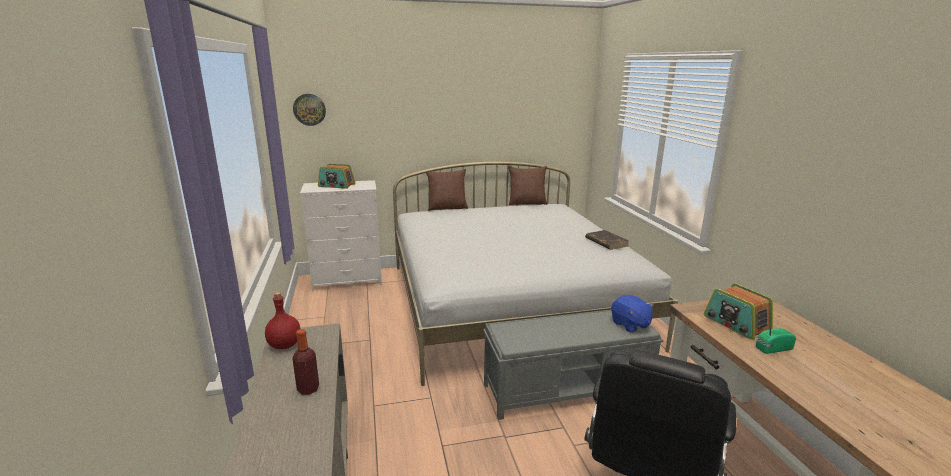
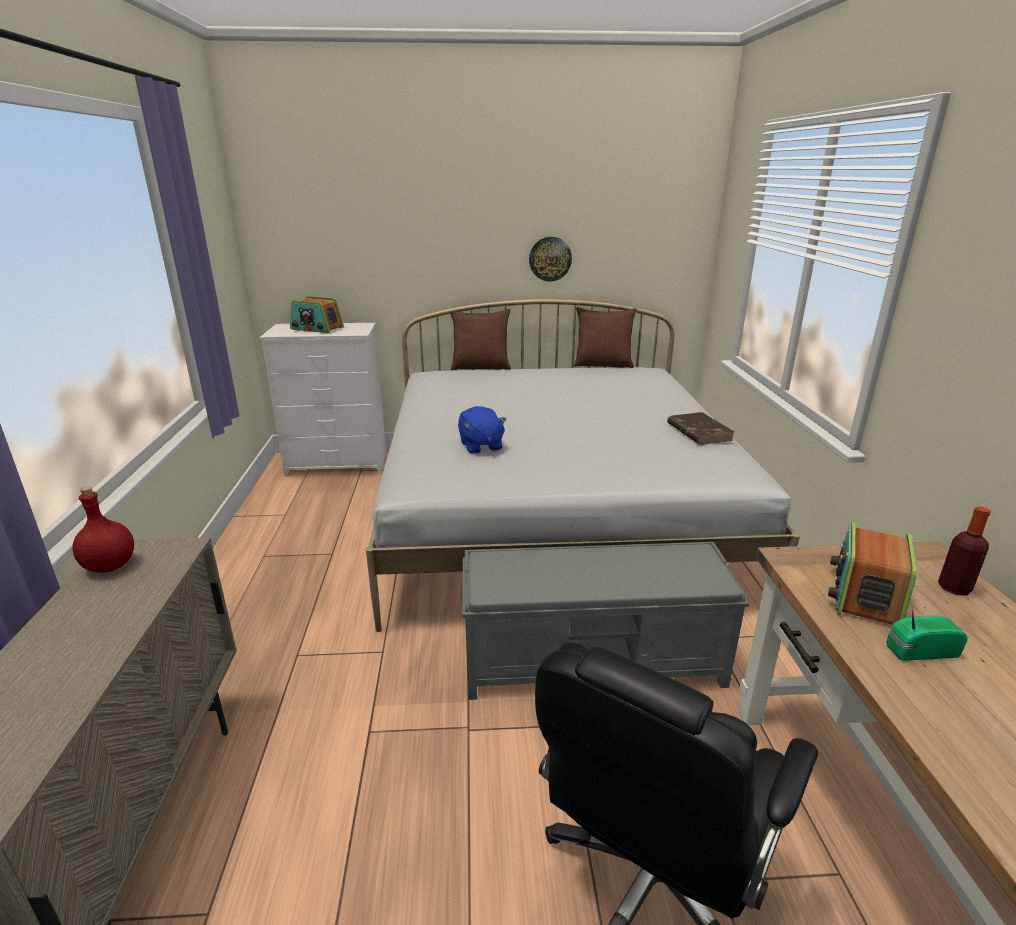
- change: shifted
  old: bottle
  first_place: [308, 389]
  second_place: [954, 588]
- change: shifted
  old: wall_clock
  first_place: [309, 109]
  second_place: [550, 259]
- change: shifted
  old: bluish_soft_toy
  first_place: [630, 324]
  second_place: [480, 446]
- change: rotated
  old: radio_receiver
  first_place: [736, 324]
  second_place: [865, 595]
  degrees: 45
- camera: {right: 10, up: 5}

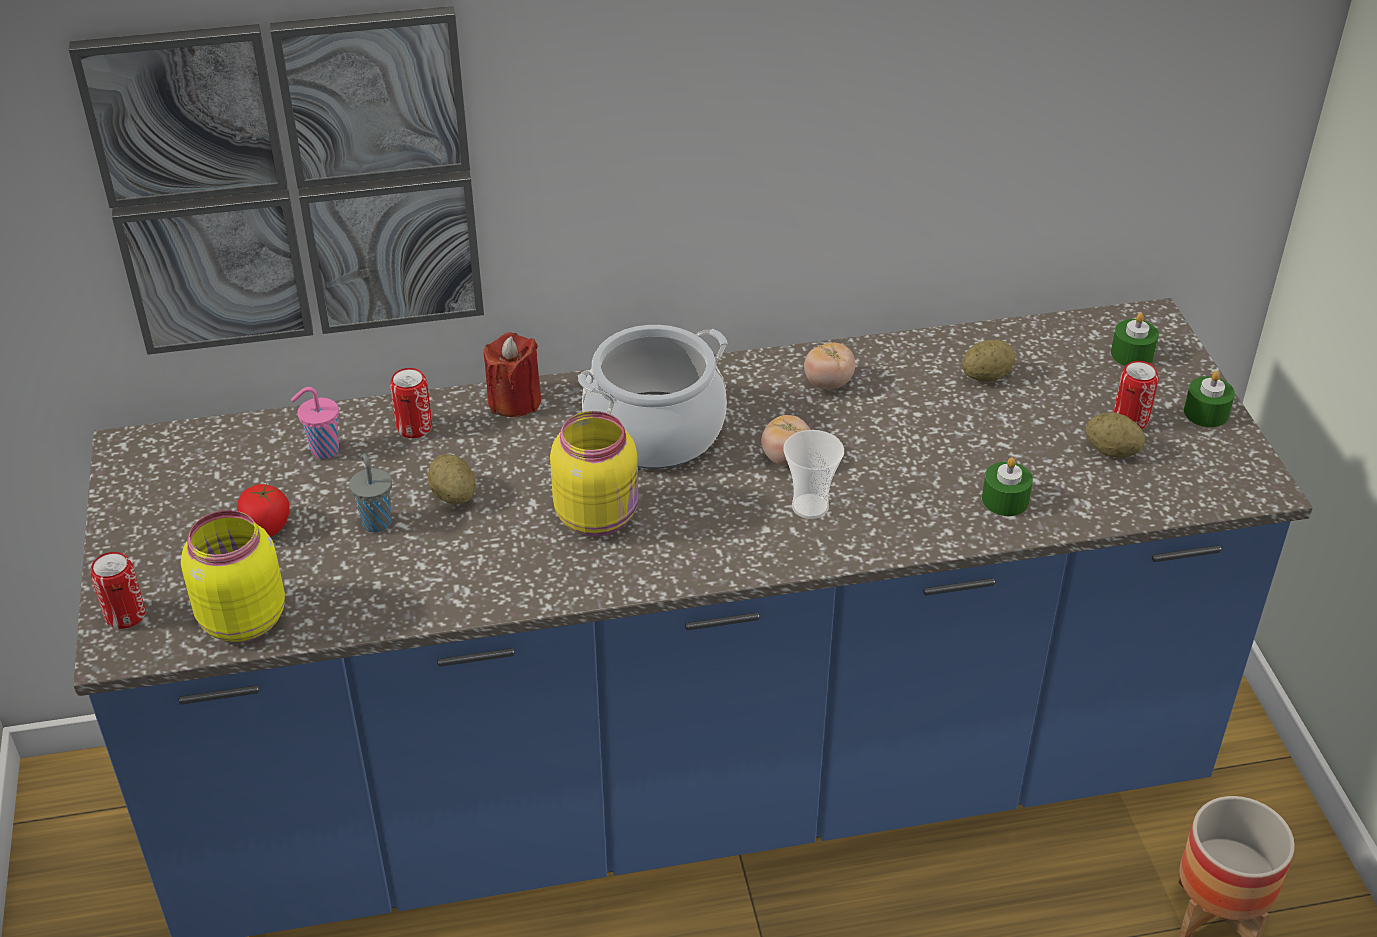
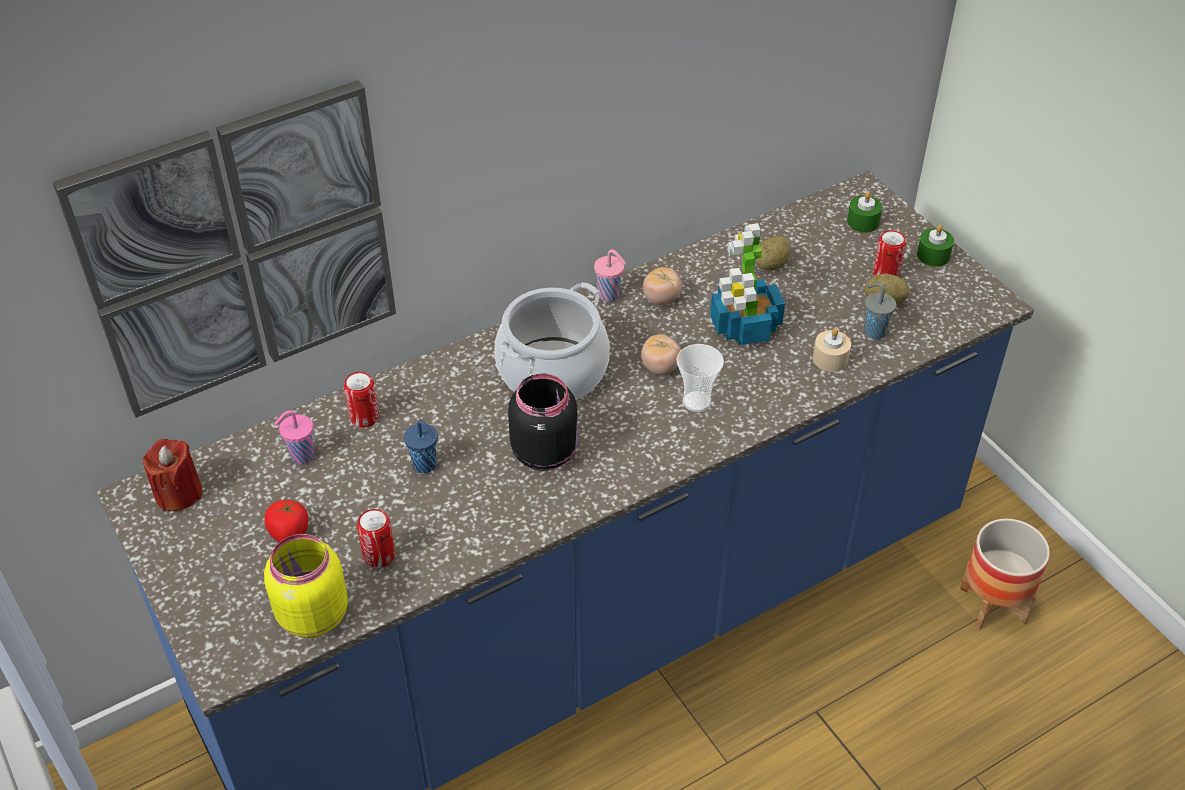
- change: shifted
  old: sealed_can
  first_place: [125, 615]
  second_place: [379, 555]
- change: shifted
  old: grey_drinking_cup
  first_place: [376, 521]
  second_place: [873, 331]
- change: swapped
  old: potato
  new: bluish_drinking_cup
  first_place: [453, 495]
  second_place: [425, 465]
- change: shifted
  old: red_candle
  first_place: [514, 401]
  second_place: [178, 493]
- change: repainted
  old: yellowish_storage_jar
  new: black-coloured_storage_jar
  first_place: [598, 515]
  second_place: [545, 451]
- change: repainted
  old: green-coloured_candle
  new: beige_candle
  first_place: [1005, 500]
  second_place: [830, 359]
- change: new
  new: pink-coloured_drinking_cup
  second_place: [610, 295]
- change: new
  new: potted_plant
  second_place: [744, 327]
- camera: {right: -20, up: 5}

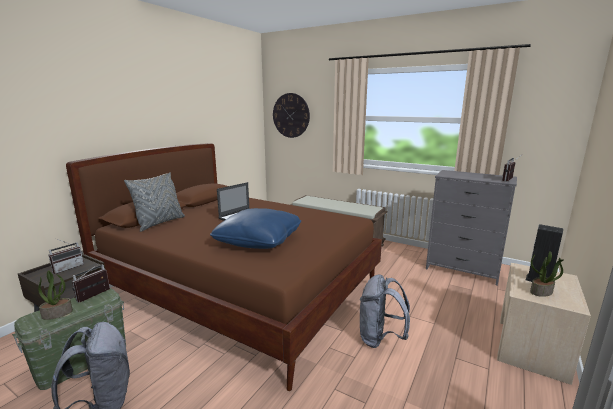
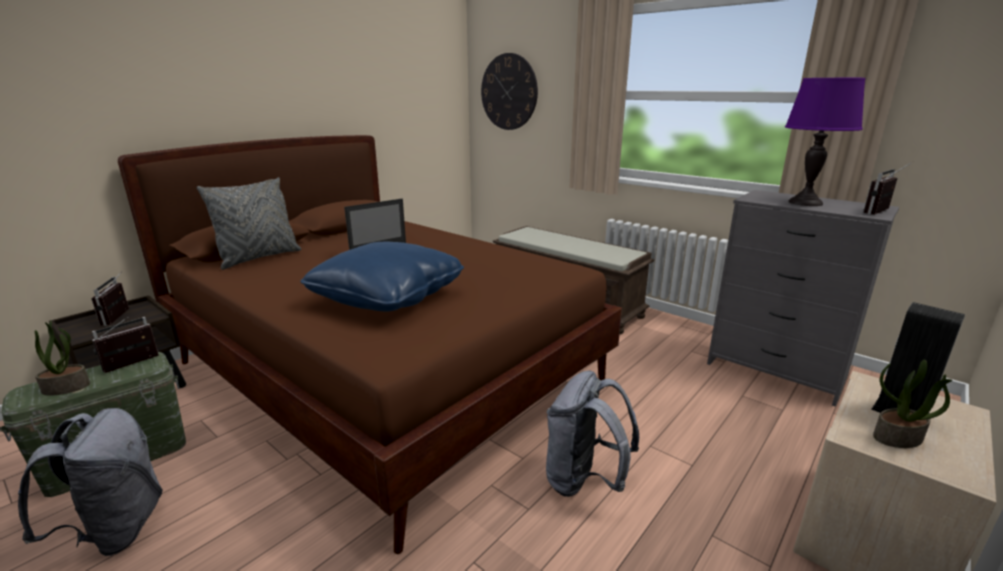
- change: rotated
  old: radio_receiver
  first_place: [67, 268]
  second_place: [120, 317]
  degrees: 120
- change: new
  new: purple_table_lamp
  second_place: [805, 203]
- camera: {right: 10, up: 5}

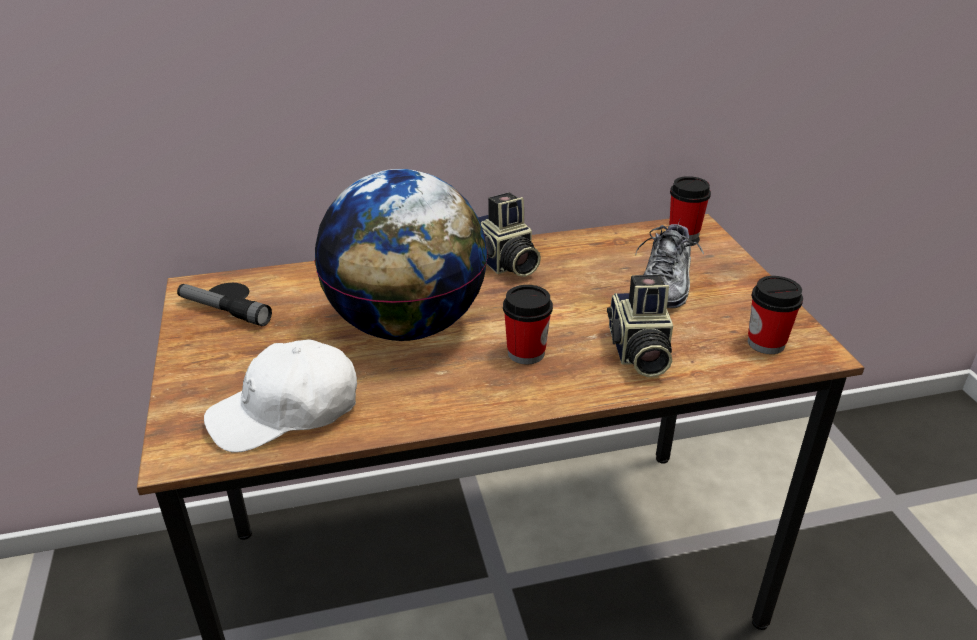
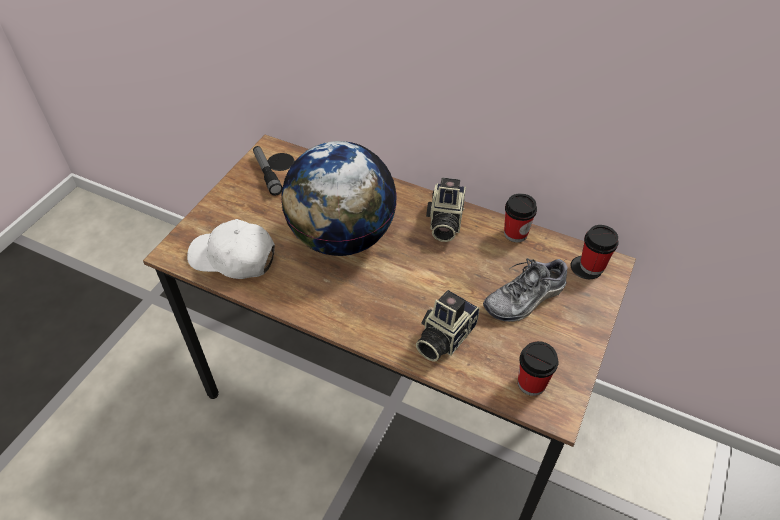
- change: shifted
  old: drinking_cup
  first_place: [526, 353]
  second_place: [515, 233]
- camera: {right: 40, up: 15}

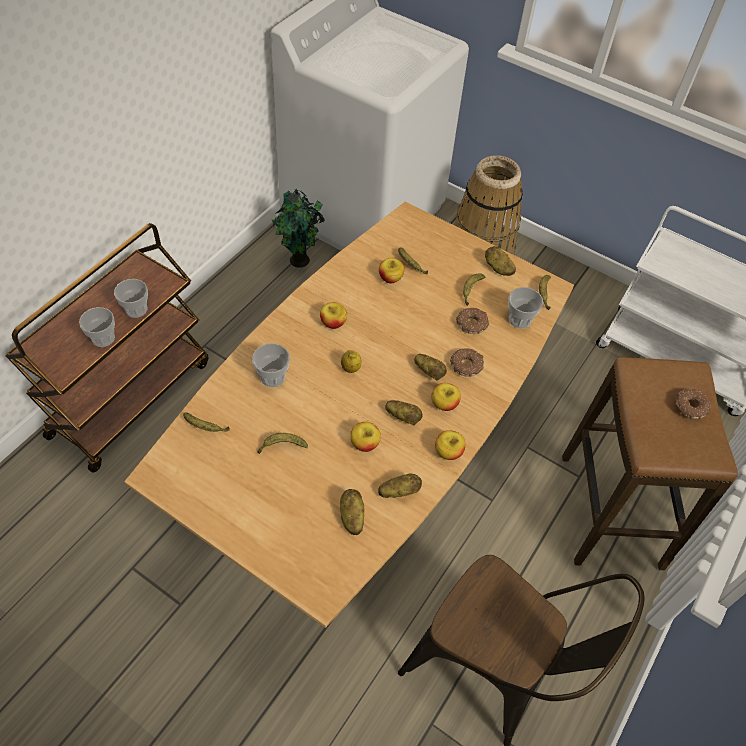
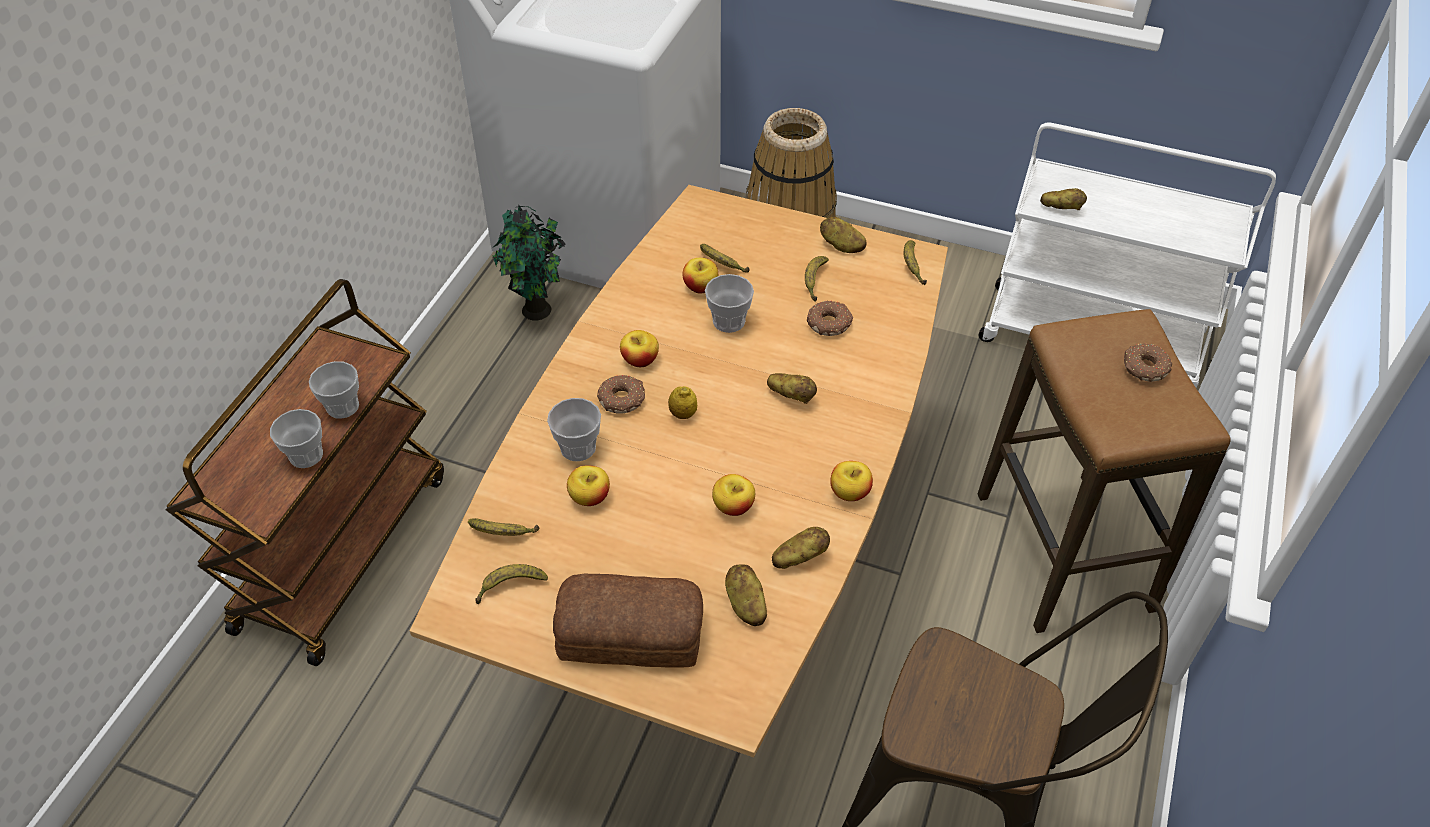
- change: shifted
  old: banana
  first_place: [282, 446]
  second_place: [510, 586]
- change: shifted
  old: potato
  first_place: [403, 417]
  second_place: [1061, 208]
- change: shifted
  old: apple_fruit
  first_place: [444, 404]
  second_place: [589, 497]
- change: shifted
  old: donut
  first_place: [467, 365]
  second_place: [623, 399]
- change: shifted
  old: drinking_cup
  first_place: [520, 319]
  second_place: [729, 321]
- change: new
  new: bread
  second_place: [632, 635]
- camera: {right: -10, up: -5}

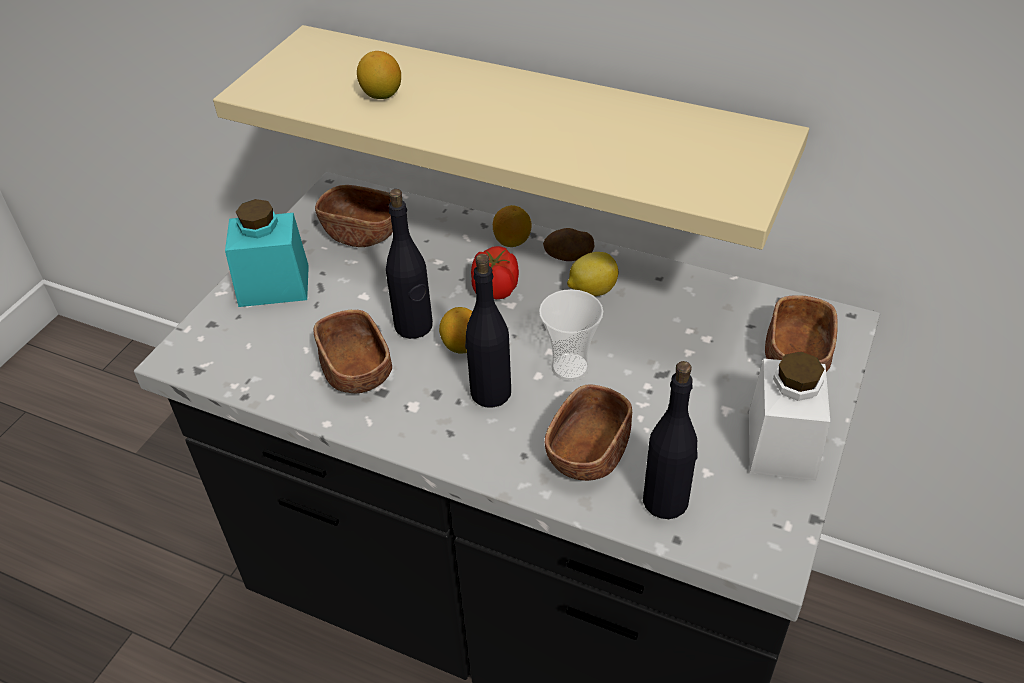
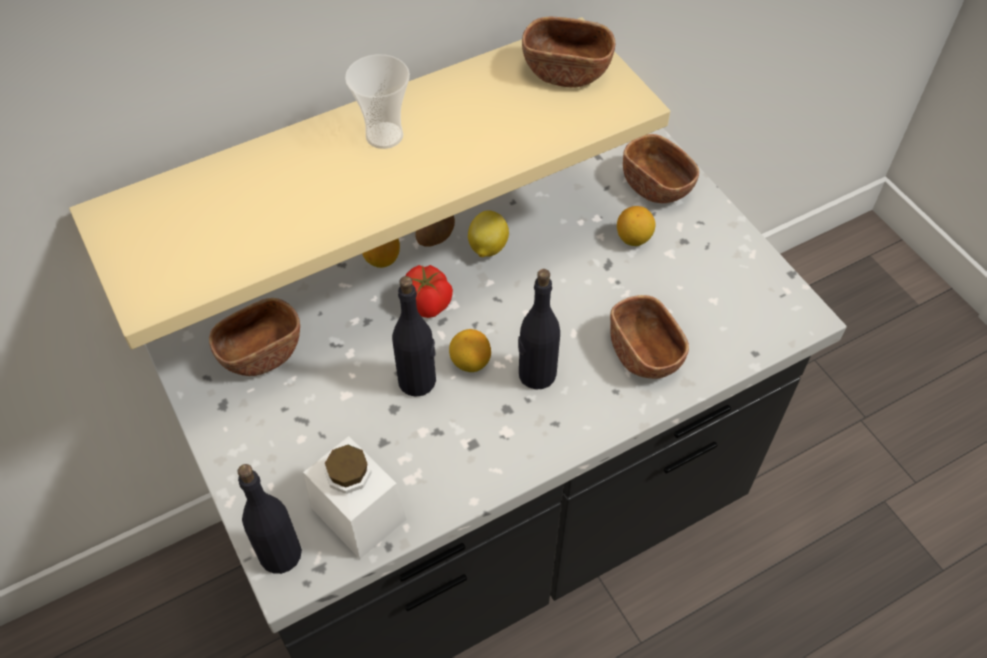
- change: gone
  old: turquoise-coloured_storage_jar
  first_place: [274, 285]
- change: shifted
  old: brownish_bowl
  first_place: [356, 371]
  second_place: [566, 71]
- change: shifted
  old: lemon
  first_place: [381, 95]
  second_place: [633, 238]
- change: shifted
  old: drinking_cup
  first_place: [570, 367]
  second_place: [384, 136]
- change: shifted
  old: black-coloured_bottle
  first_place: [666, 500]
  second_place: [280, 553]
- change: shifted
  old: white-coloured_storage_jar
  first_place: [781, 445]
  second_place: [358, 513]
- camera: {right: -55, up: 10}

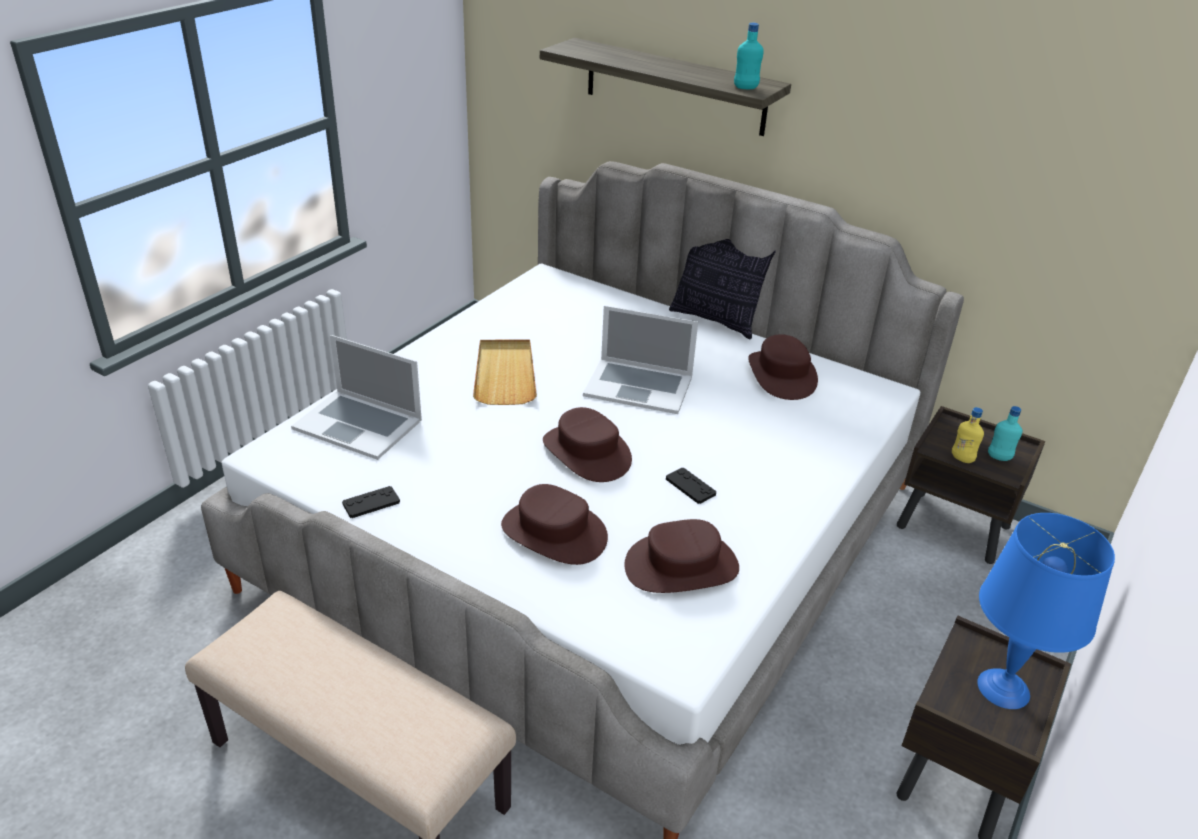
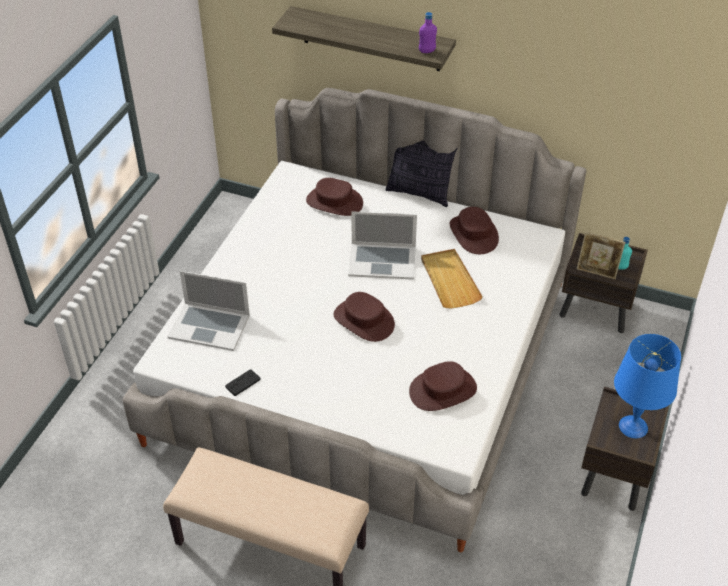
- change: shifted
  old: beige_carrying_tray
  first_place: [505, 374]
  second_place: [449, 280]
- change: shifted
  old: brownish_wearable_hat
  first_place: [553, 533]
  second_place: [334, 202]
- change: gone
  old: black-coloured_game_controller
  first_place: [690, 486]
- change: repainted
  old: turquoise-coloured_bottle
  new: purple_bottle
  first_place: [745, 88]
  second_place: [427, 51]
- change: swapped
  old: yellowish_bottle
  new: standing_frame
  first_place: [962, 459]
  second_place: [596, 272]
- camera: {right: -10, up: 10}

